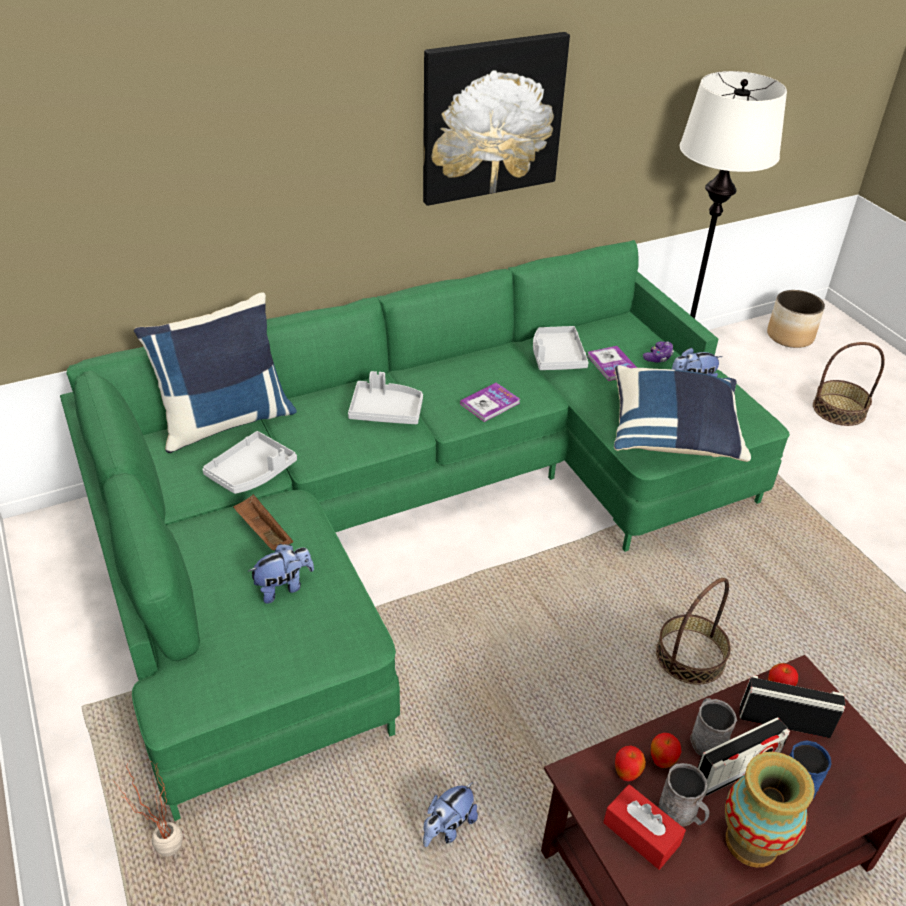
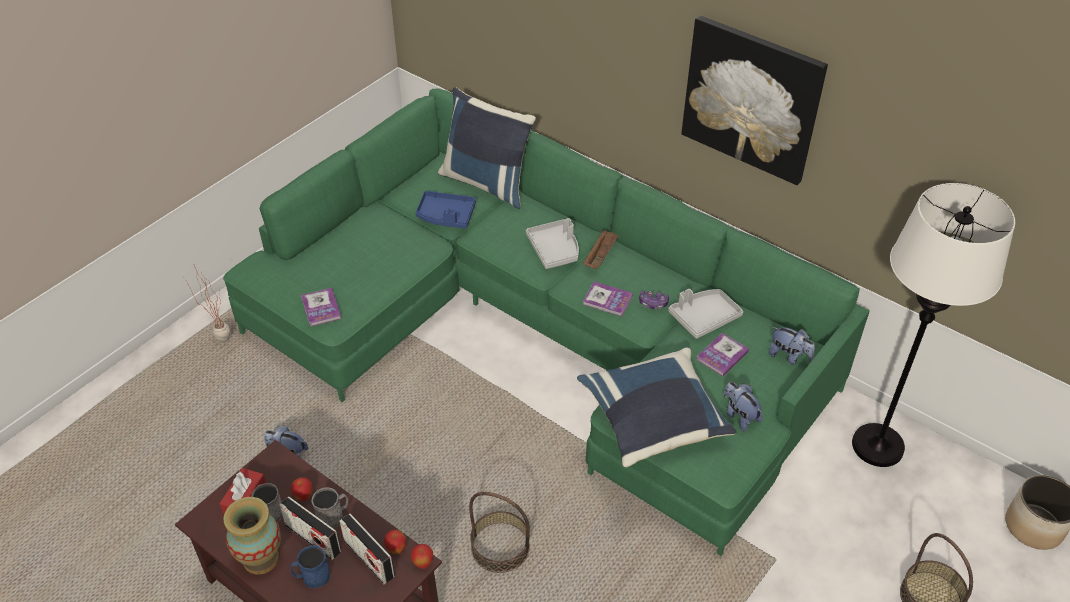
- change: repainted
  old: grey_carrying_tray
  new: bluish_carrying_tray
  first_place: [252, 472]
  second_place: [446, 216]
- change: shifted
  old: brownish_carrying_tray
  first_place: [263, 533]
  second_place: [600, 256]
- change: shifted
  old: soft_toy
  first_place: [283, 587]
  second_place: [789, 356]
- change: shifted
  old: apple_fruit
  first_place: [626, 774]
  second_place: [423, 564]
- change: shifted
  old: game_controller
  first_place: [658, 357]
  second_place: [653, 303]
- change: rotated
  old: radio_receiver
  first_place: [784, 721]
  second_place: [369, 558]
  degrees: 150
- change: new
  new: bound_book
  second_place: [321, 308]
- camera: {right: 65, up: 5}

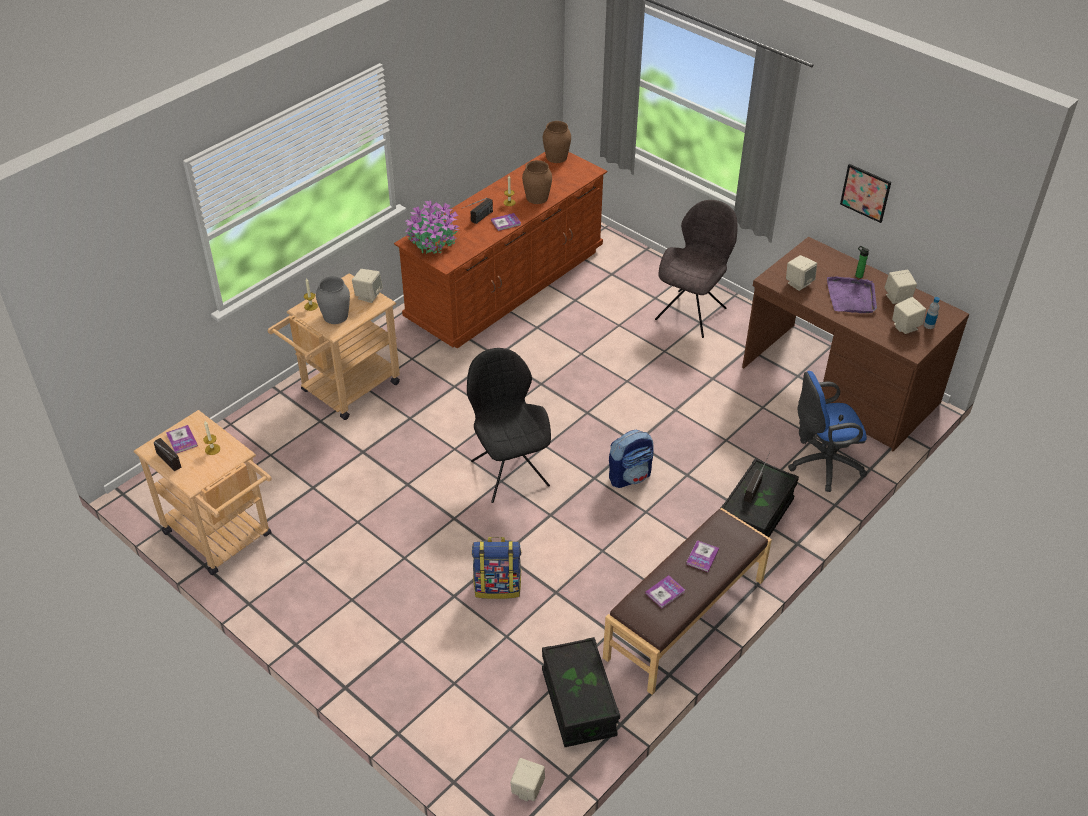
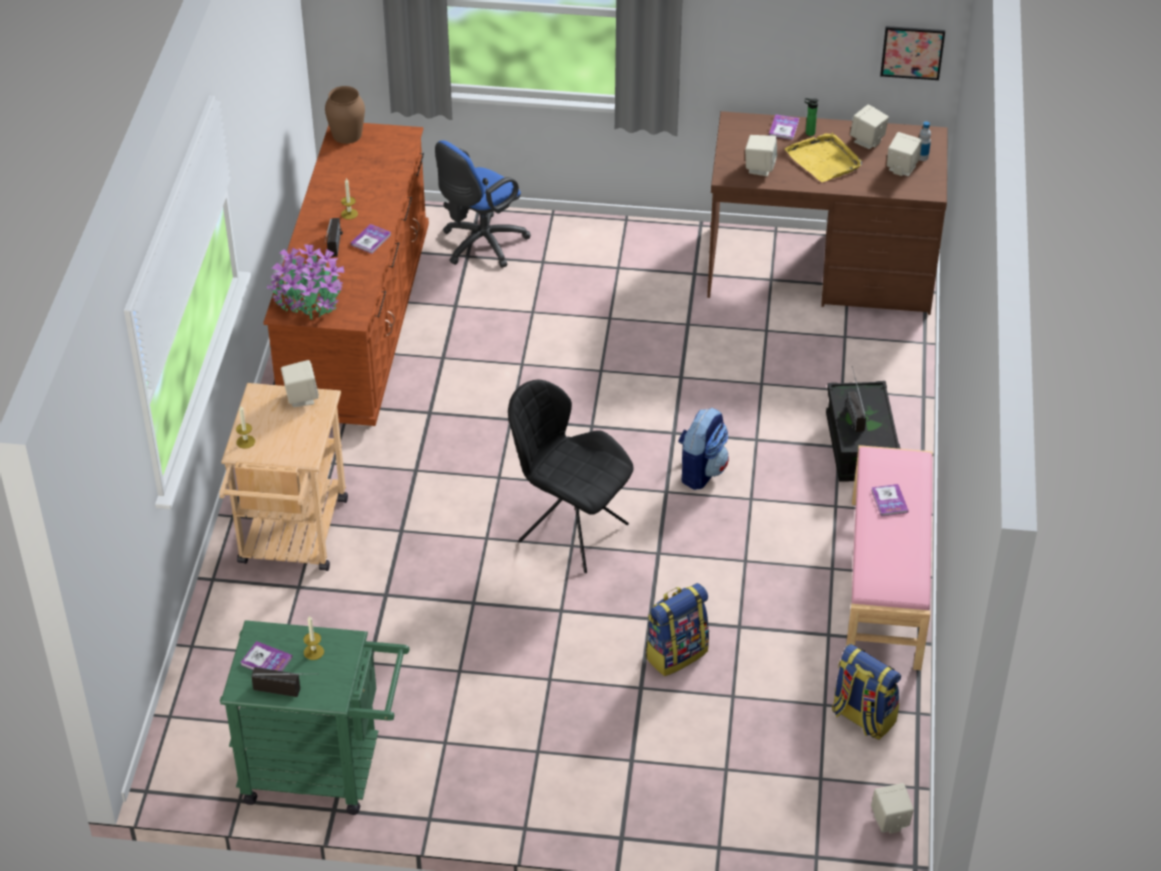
- change: repainted
  old: beige_cart
  new: green-coloured_cart
  first_place: [223, 538]
  second_place: [324, 770]
- change: gone
  old: grey_flower_vase
  first_place: [335, 316]
- change: gone
  old: brownish_flower_vase
  first_place: [537, 197]
- change: swapped
  old: black-coloured_storage_box
  new: rucksack
  first_place: [578, 703]
  second_place: [862, 717]
- change: repainted
  old: brownish_long_seat
  new: pink-coloured_long_seat
  first_place: [685, 619]
  second_place: [886, 583]
- change: shifted
  old: bound_book
  first_place: [665, 592]
  second_place: [784, 128]
- change: gone
  old: grey_plain_chair
  first_place: [692, 312]
- change: shifted
  old: bluish_computer_chair
  first_place: [821, 464]
  second_place: [480, 245]
- change: repainted
  old: purple_carrying_tray
  new: yellowish_carrying_tray
  first_place: [851, 297]
  second_place: [824, 160]
- change: shifted
  old: wall_picture
  first_place: [865, 193]
  second_place: [912, 52]
- camera: {right: -35, up: 0}

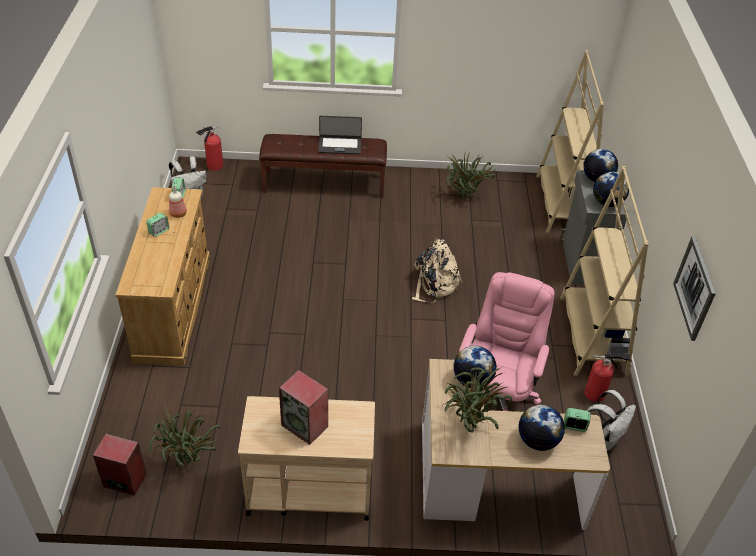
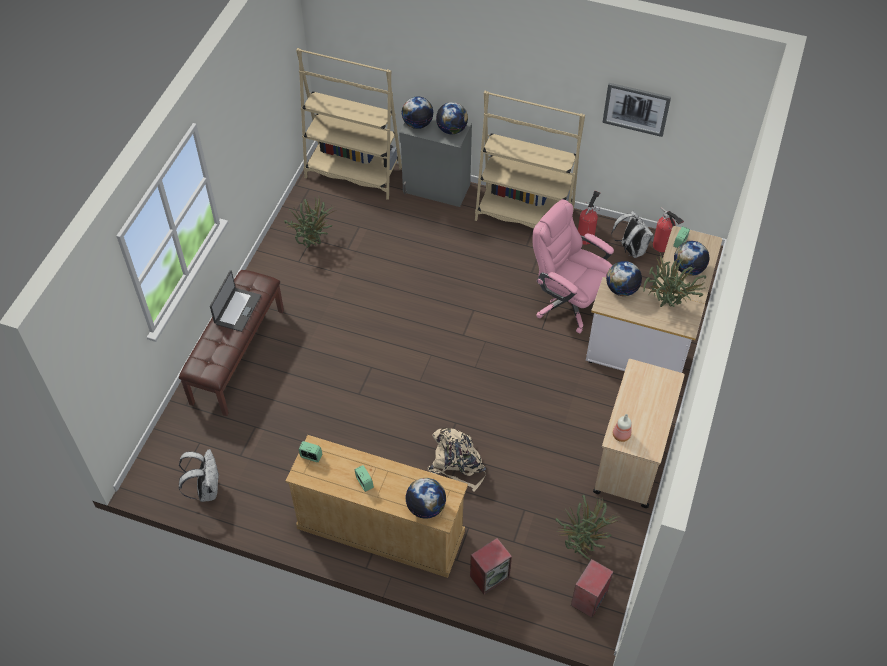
- change: shifted
  old: bottle
  first_place: [177, 213]
  second_place: [621, 435]
- change: shifted
  old: extinguisher
  first_place: [213, 166]
  second_place: [662, 247]
- change: shifted
  old: loudspeaker
  first_place: [305, 425]
  second_place: [489, 576]
- change: shifted
  old: beige_rucksack
  first_place: [434, 284]
  second_place: [458, 464]
- change: new
  new: globe
  second_place: [426, 507]
- camera: {right: -70, up: 10}

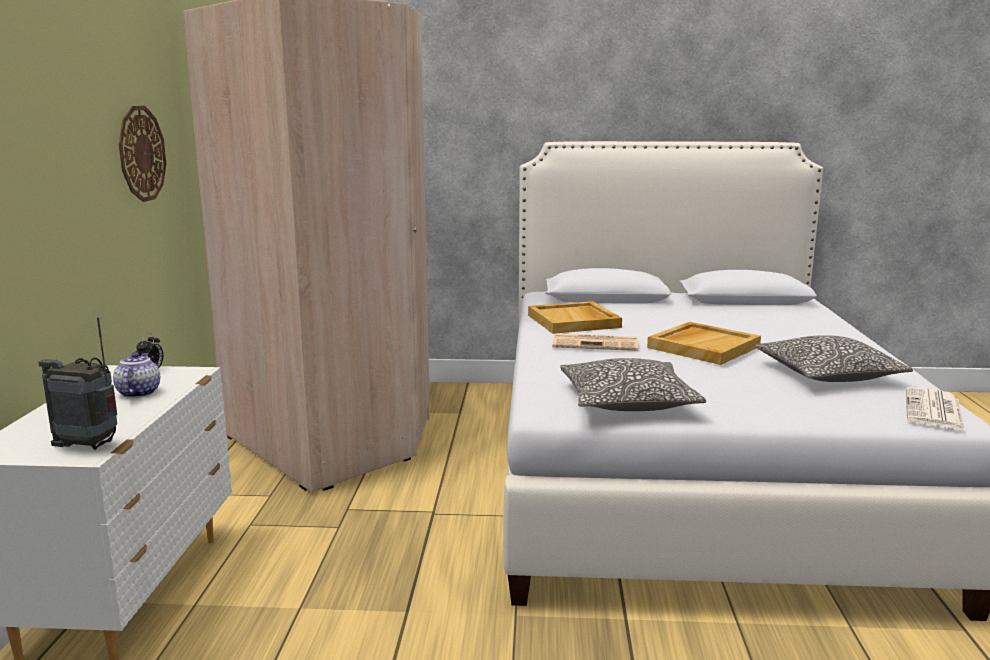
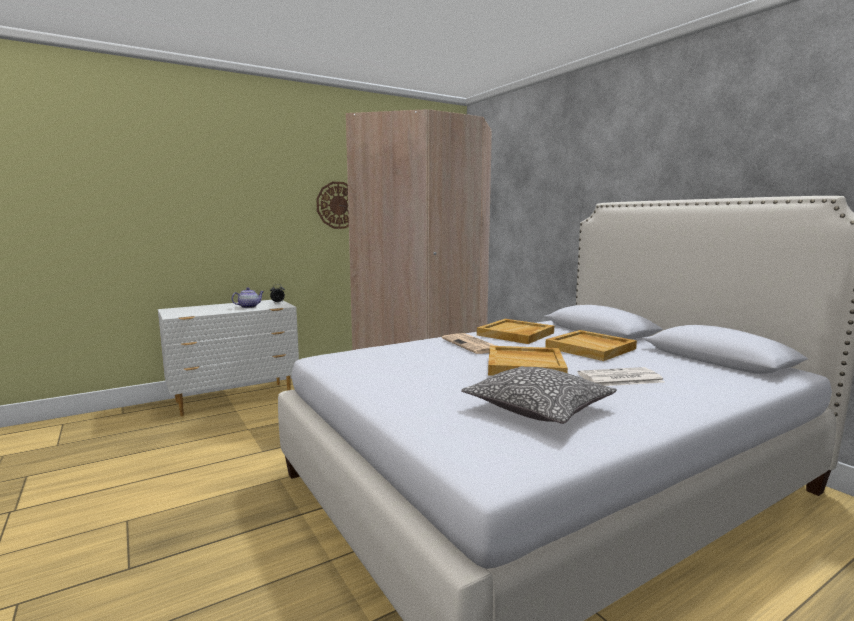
- change: gone
  old: radio_receiver
  first_place: [89, 446]
- change: gone
  old: pillow
  first_place: [627, 402]
- change: shifted
  old: printed_paper
  first_place: [934, 410]
  second_place: [619, 378]
- change: new
  new: beige_carrying_tray
  second_place: [591, 348]
- camera: {right: 55, up: -5}

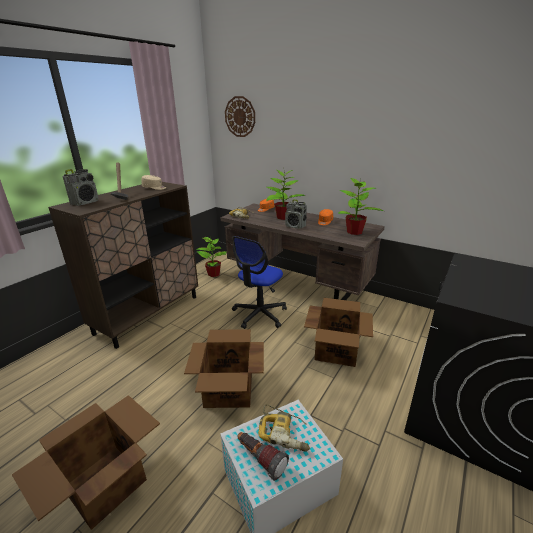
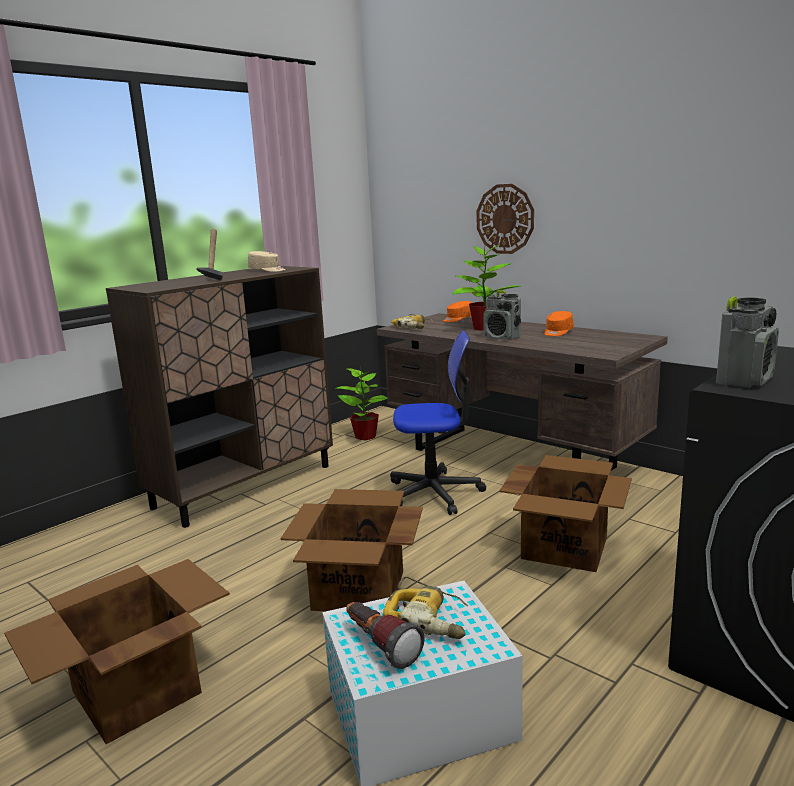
- change: shifted
  old: radio_receiver
  first_place: [85, 202]
  second_place: [745, 380]
- change: shifted
  old: wall_clock
  first_place: [240, 117]
  second_place: [505, 219]
- change: rotated
  old: computer_chair
  first_place: [259, 314]
  second_place: [434, 493]
  degrees: -135
- change: gone
  old: potted_plant
  first_place: [354, 232]
- camera: {right: 10, up: -10}

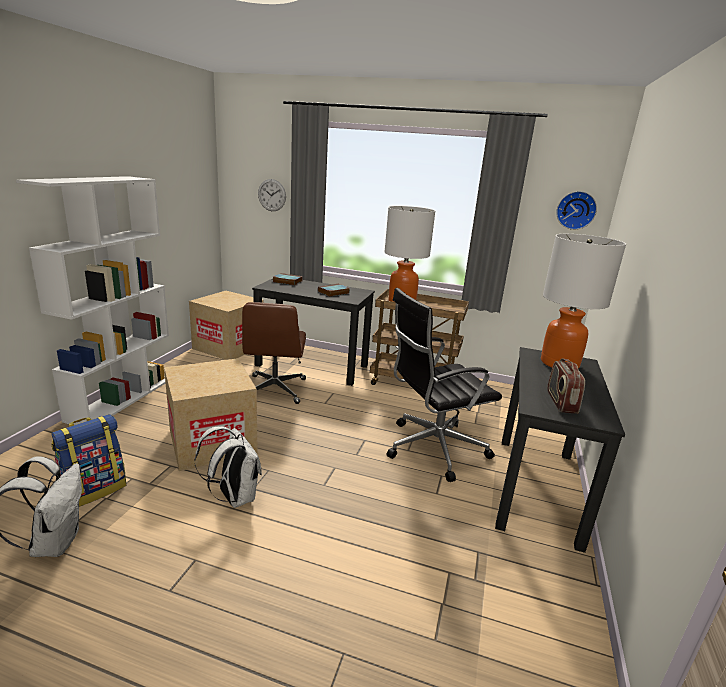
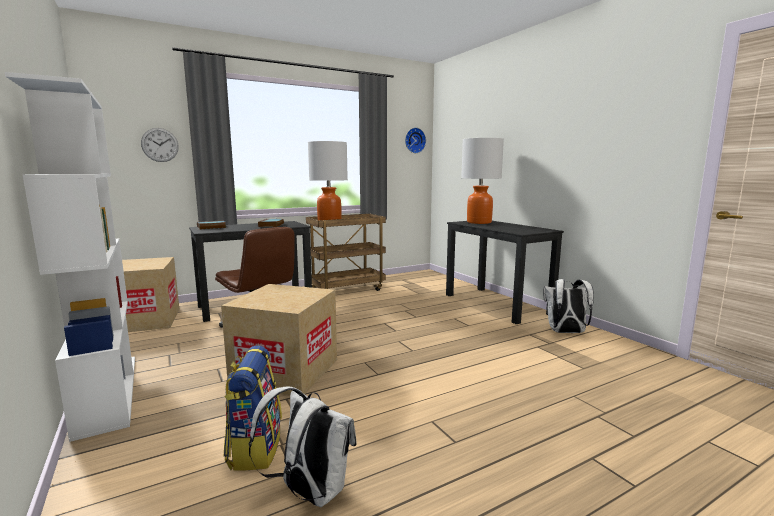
- change: shifted
  old: white-coloured_rucksack
  first_place: [234, 497]
  second_place: [565, 332]
- change: gone
  old: black-coloured_computer_chair
  first_place: [432, 448]
- change: gone
  old: radio_receiver
  first_place: [560, 402]
- camera: {right: -45, up: -10}

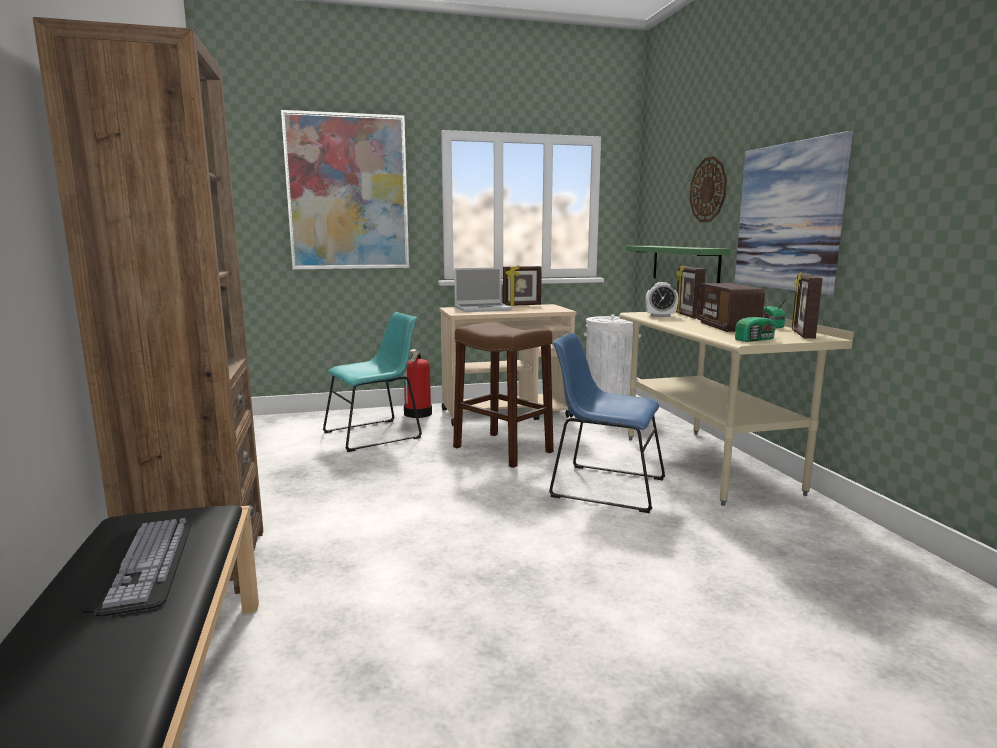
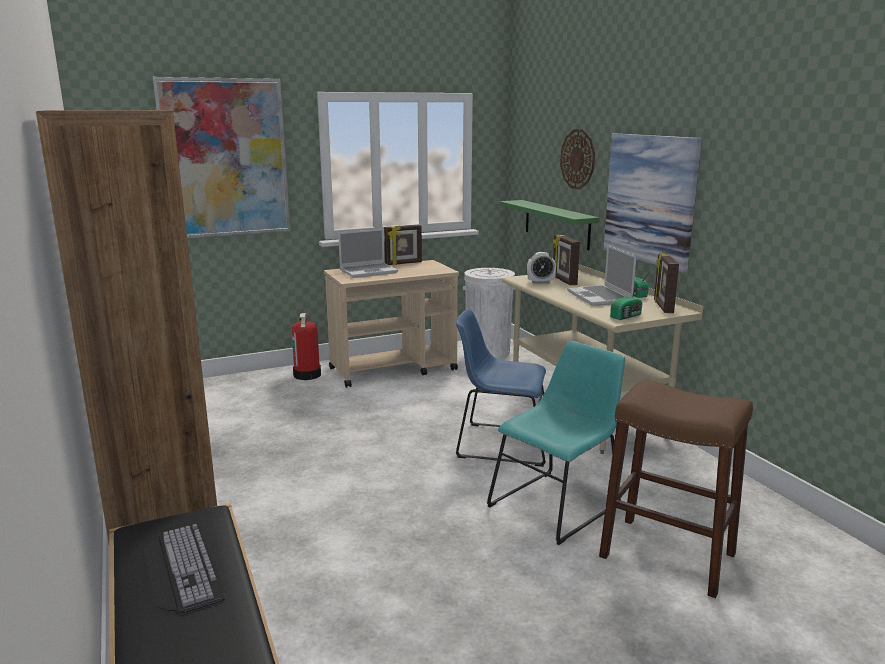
- change: shifted
  old: turquoise-coloured_plain_chair
  first_place: [376, 434]
  second_place: [557, 503]
- change: shifted
  old: brownish_stool_seat
  first_place: [502, 449]
  second_place: [667, 555]
- change: swapped
  old: radio_receiver
  new: laptop
  first_place: [727, 327]
  second_place: [600, 297]
- camera: {right: -10, up: 5}

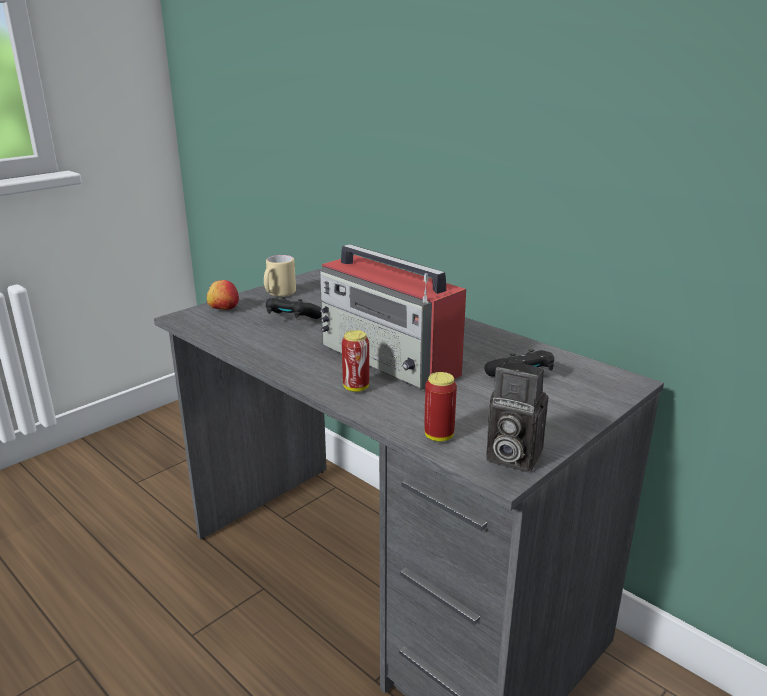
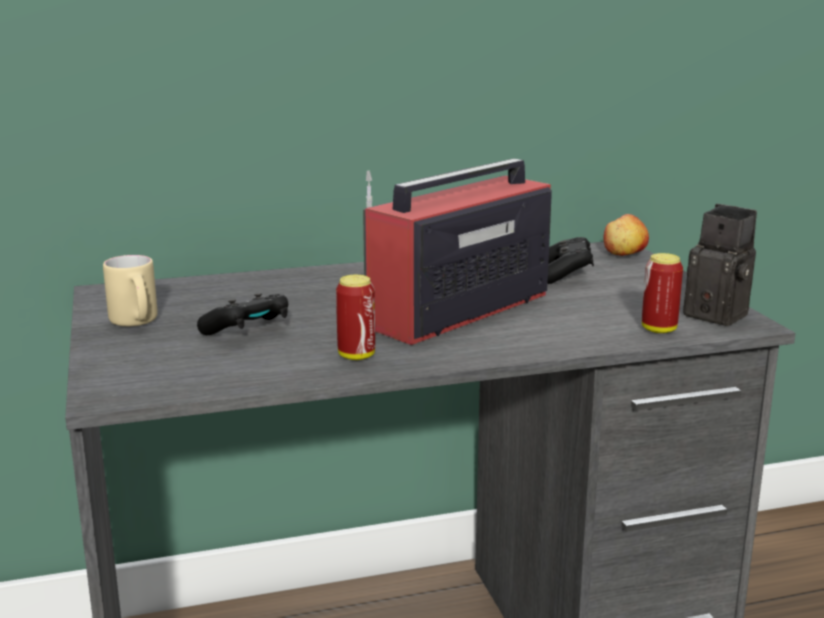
- change: shifted
  old: apple_fruit
  first_place: [223, 309]
  second_place: [624, 254]
- change: rotated
  old: radio_receiver
  first_place: [390, 360]
  second_place: [456, 311]
  degrees: 150
- change: shifted
  old: sealed_can
  first_place: [356, 387]
  second_place: [356, 356]
- change: rotated
  old: still_camera
  first_place: [510, 456]
  second_place: [720, 314]
  degrees: -105
- camera: {right: -60, up: -5}

